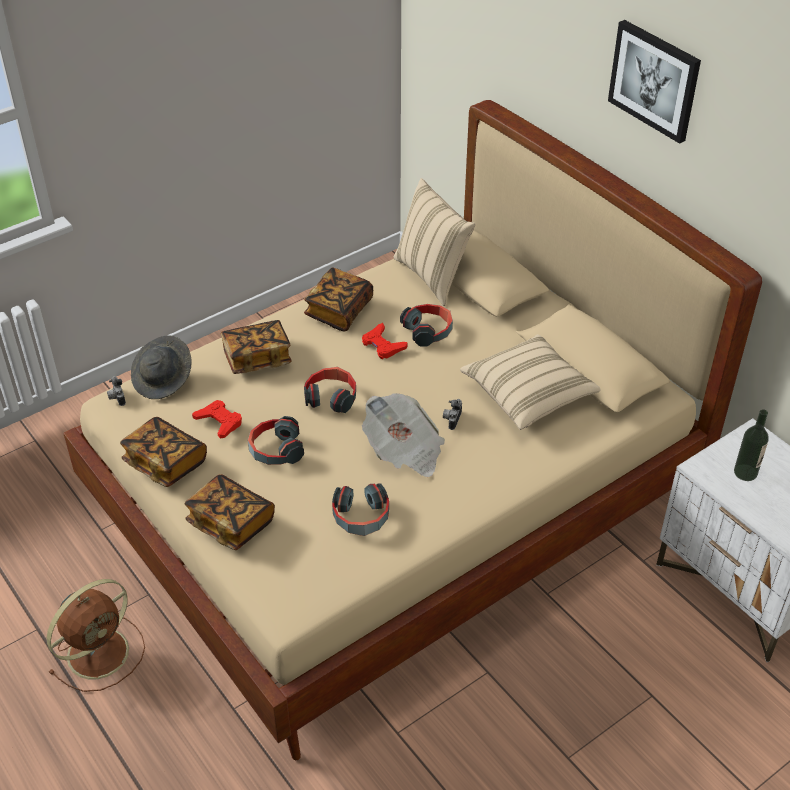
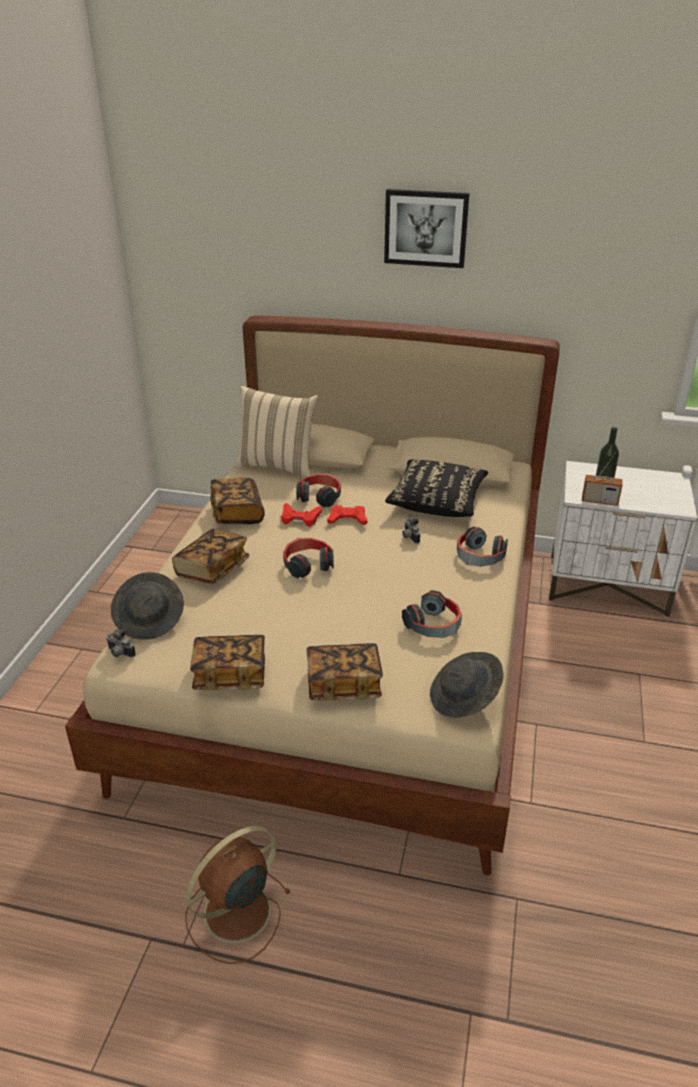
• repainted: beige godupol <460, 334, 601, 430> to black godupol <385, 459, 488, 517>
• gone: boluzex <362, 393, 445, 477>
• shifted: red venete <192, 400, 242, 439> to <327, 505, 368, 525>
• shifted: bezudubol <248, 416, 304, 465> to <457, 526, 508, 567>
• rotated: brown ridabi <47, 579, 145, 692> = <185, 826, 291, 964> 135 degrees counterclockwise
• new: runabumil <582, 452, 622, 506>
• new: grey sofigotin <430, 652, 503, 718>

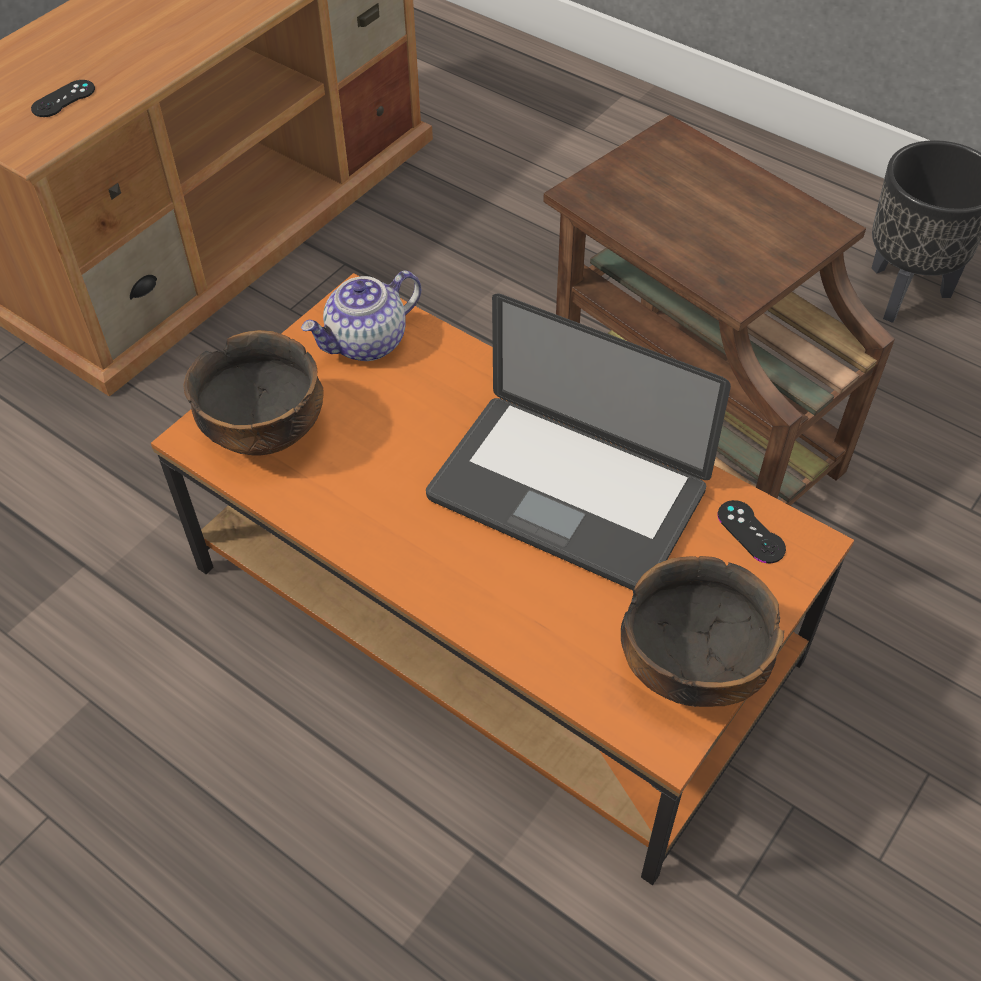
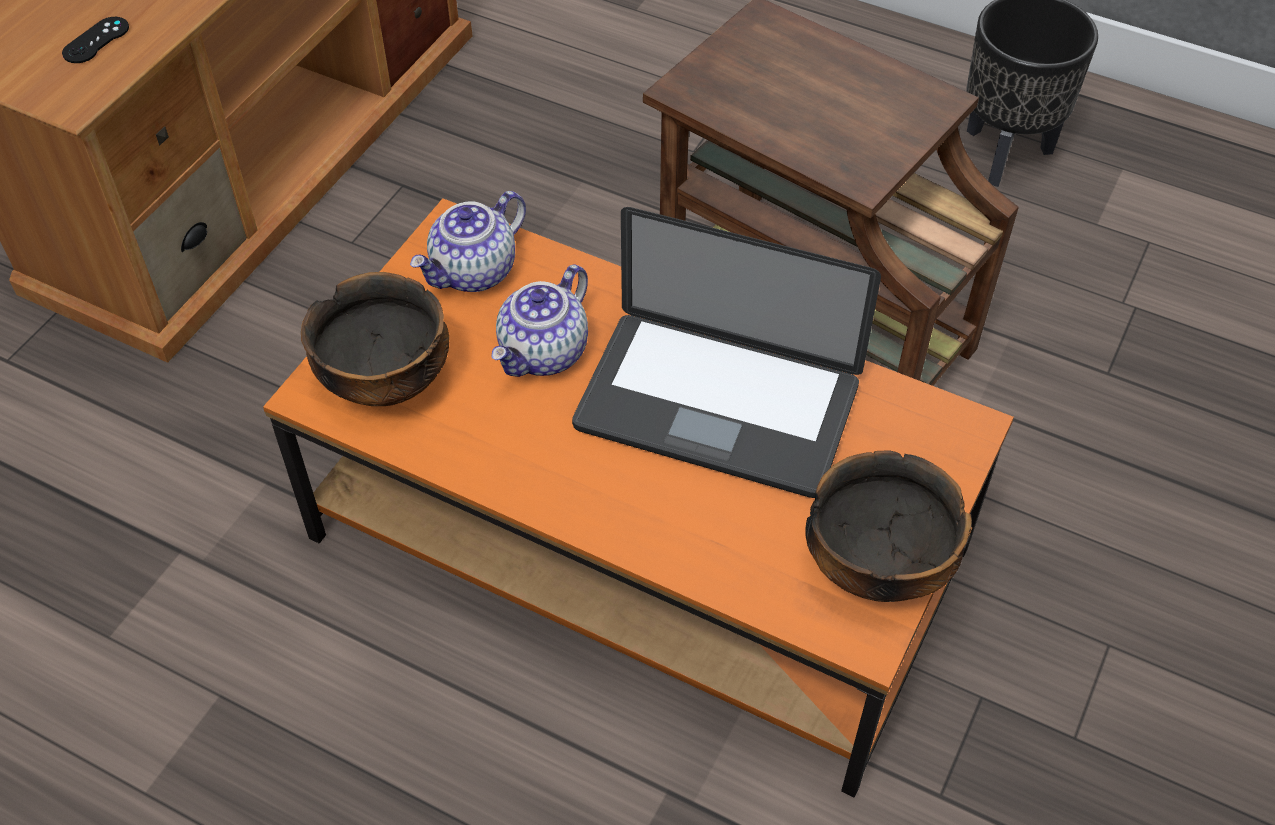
• gone: black venete <718, 500, 786, 563>
• new: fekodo <491, 265, 588, 377>

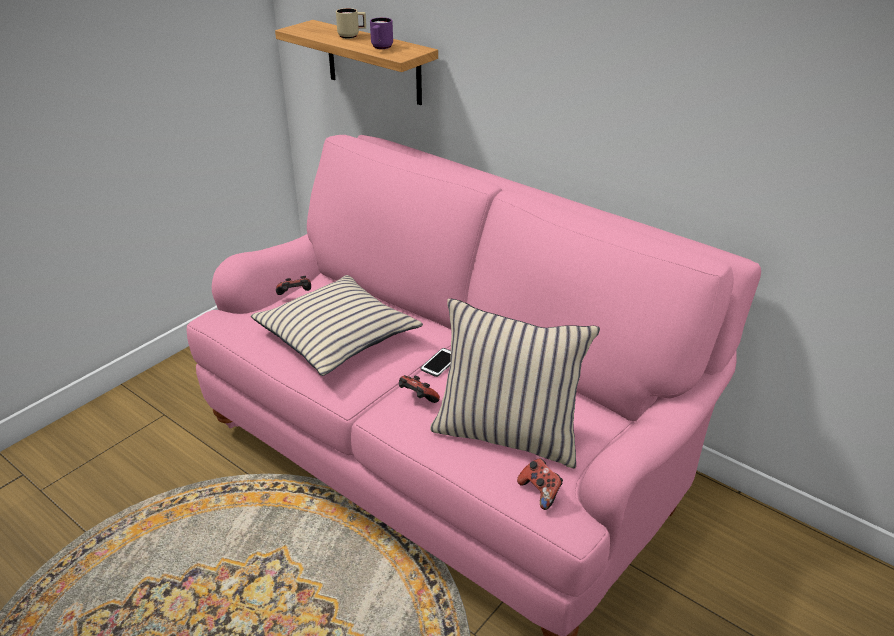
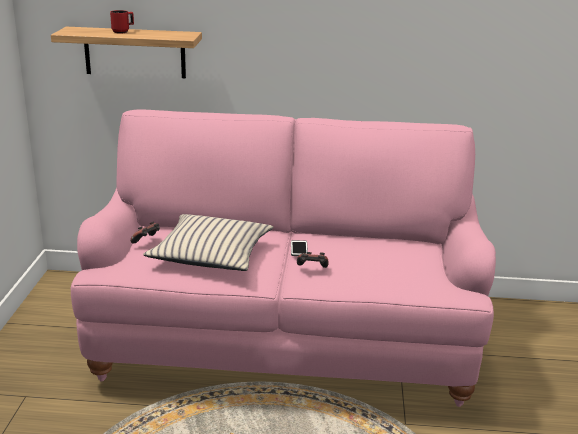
• repainted: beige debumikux <336, 8, 366, 39> to red debumikux <110, 10, 134, 34>
• gone: purple debumikux <370, 17, 393, 49>
• gone: beige godupol <430, 298, 600, 468>
• gone: venete <517, 458, 563, 510>

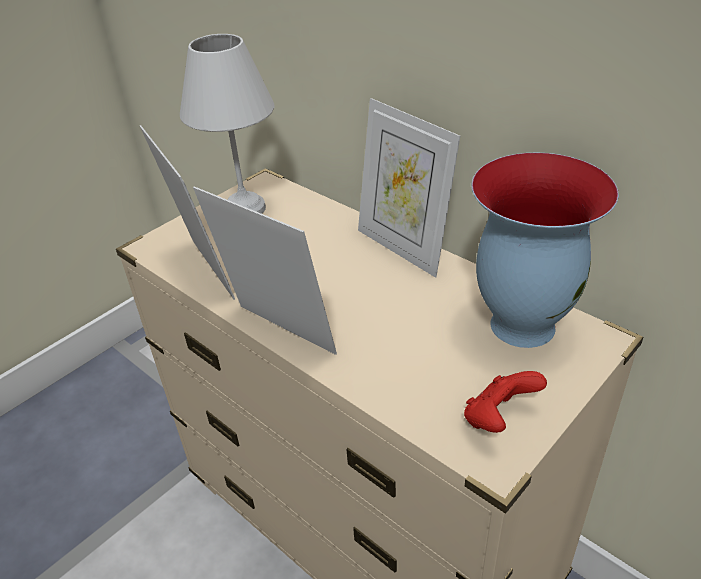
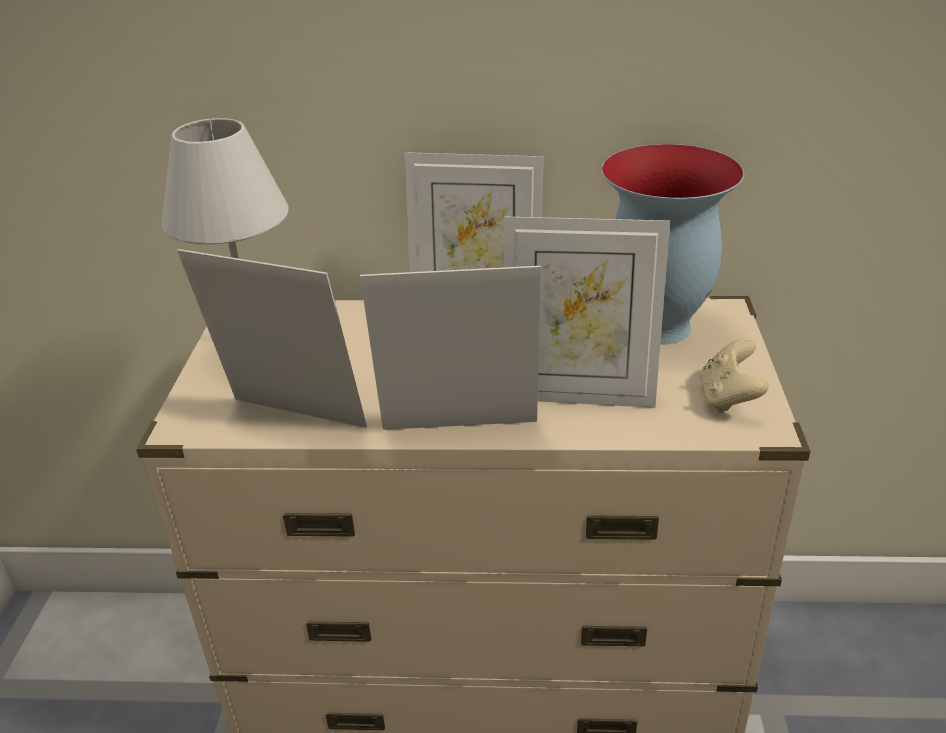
• repainted: red venete <464, 371, 547, 433> to beige venete <700, 338, 769, 414>
• new: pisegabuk <504, 216, 670, 408>

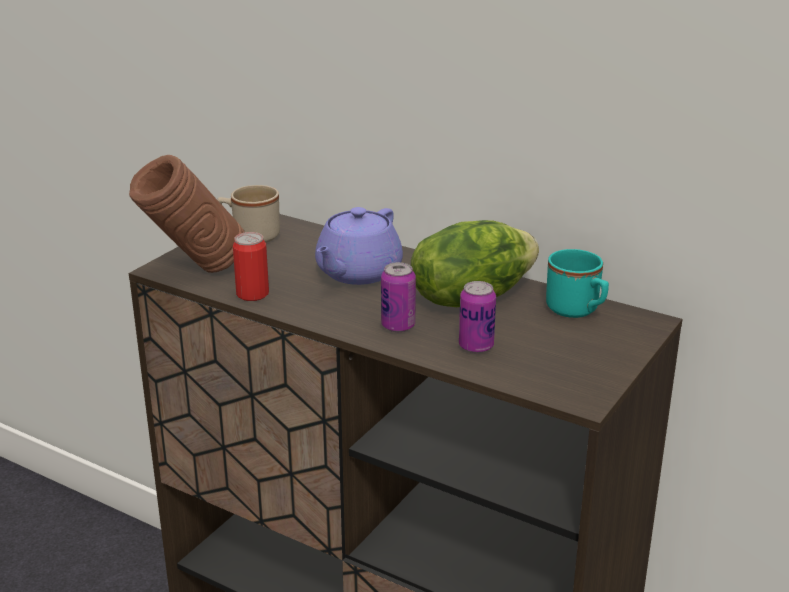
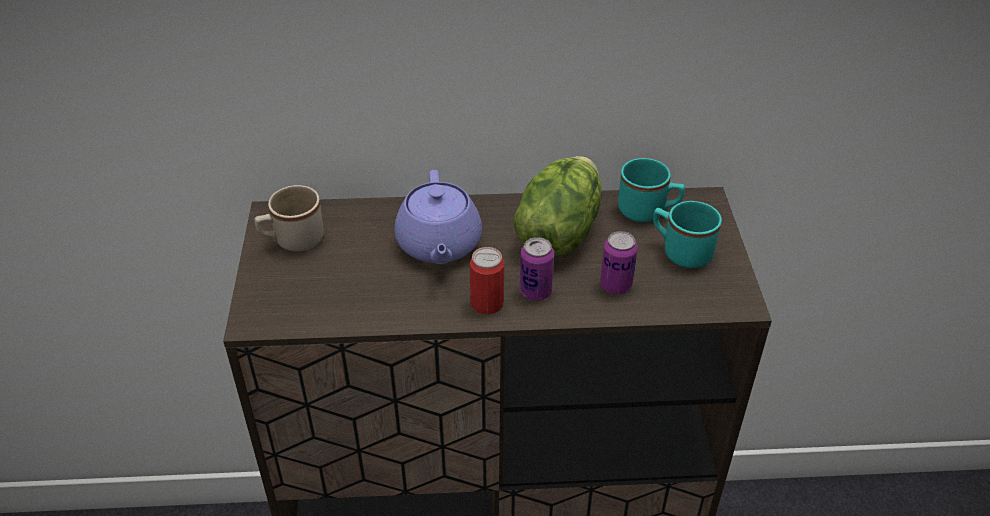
• gone: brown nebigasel <129, 155, 245, 273>
• shifted: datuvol <233, 232, 269, 301> to <470, 247, 504, 314>
• new: turquoise debumikux <653, 201, 722, 268>

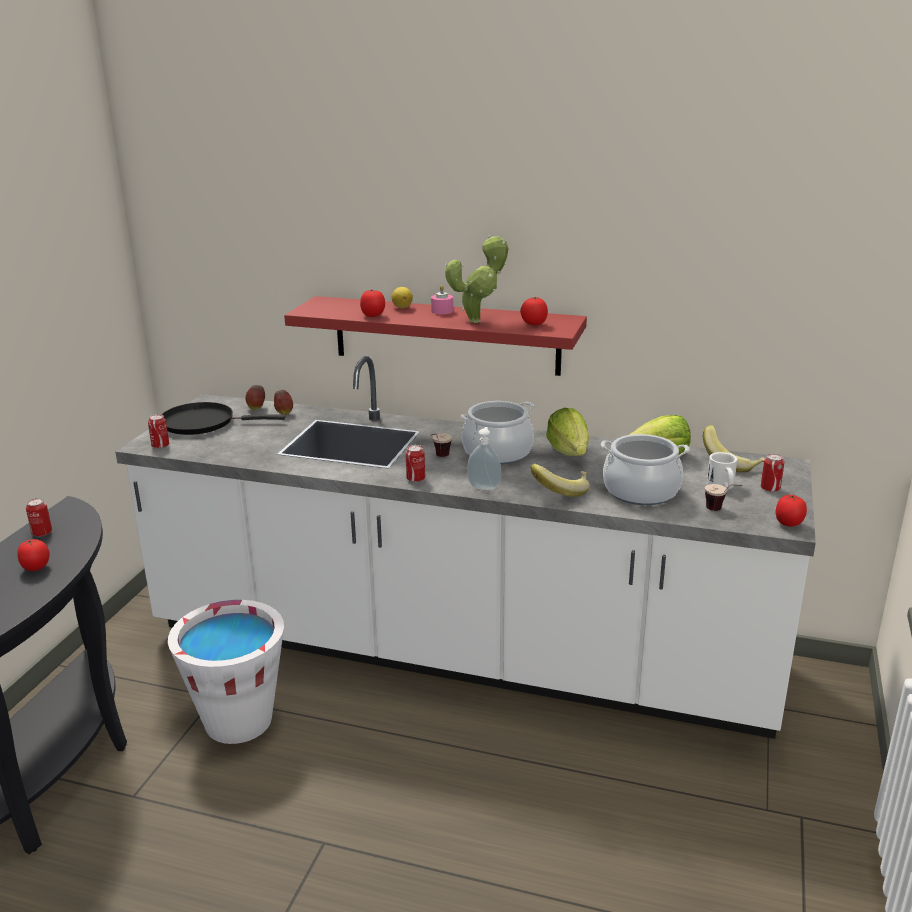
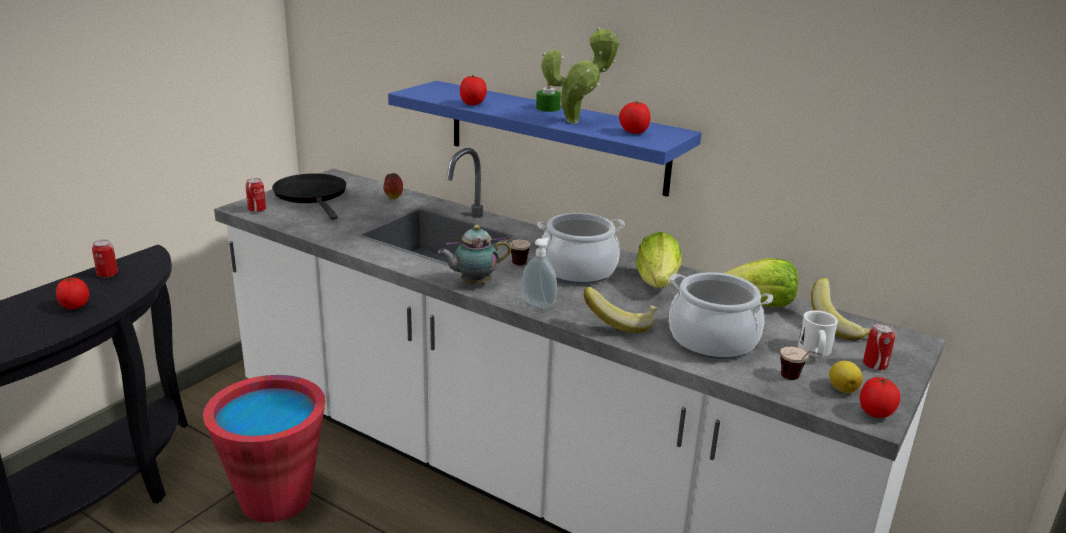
• repainted: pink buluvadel <431, 285, 453, 314> to green buluvadel <536, 82, 561, 112>
• shifted: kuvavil <392, 287, 413, 308> to <829, 361, 863, 393>
• repainted: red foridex <284, 296, 587, 376> to blue foridex <388, 81, 702, 197>
• gone: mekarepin <245, 385, 265, 410>
• rotated: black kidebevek <161, 402, 286, 435> = <272, 173, 346, 220> 45 degrees clockwise
• swapped: datuvol <406, 445, 425, 482> to fekodo <438, 225, 511, 284>
• repainted: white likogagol <168, 600, 284, 744> to red likogagol <203, 375, 326, 522>

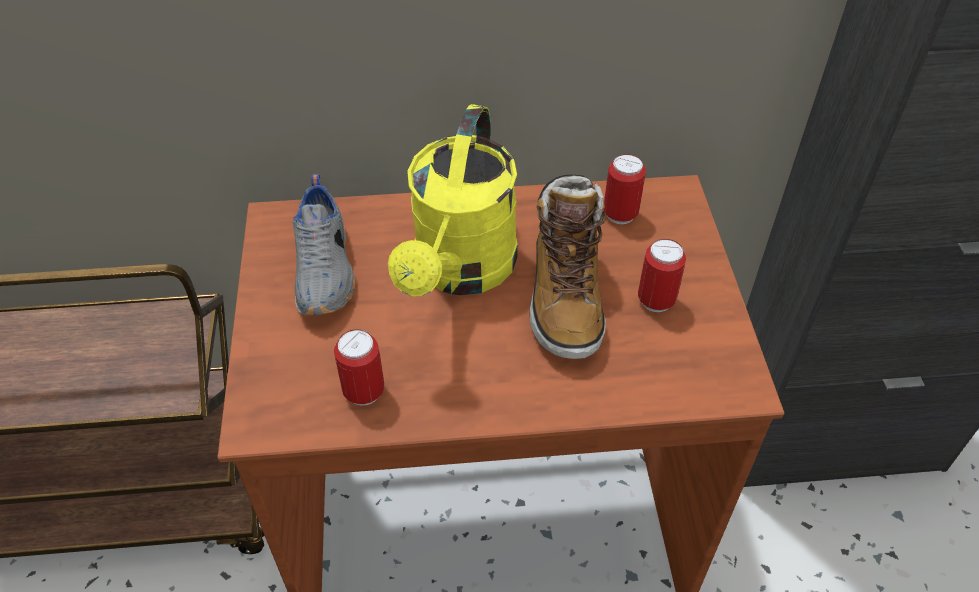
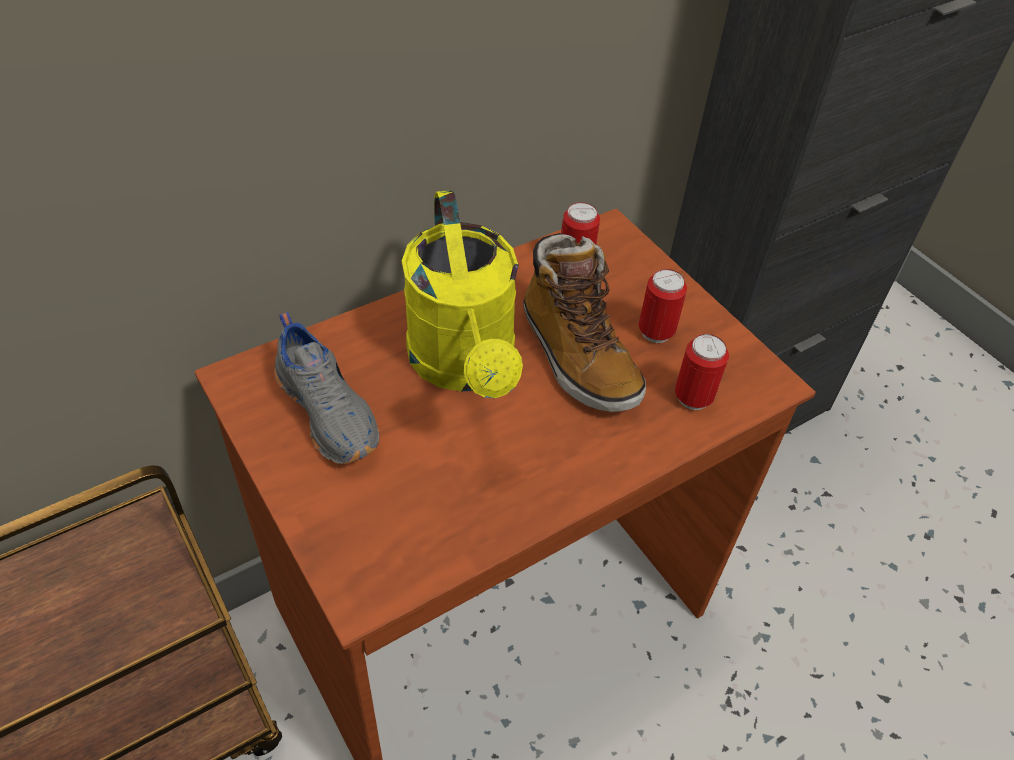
• shifted: datuvol <334, 329, 384, 406> to <675, 334, 729, 410>

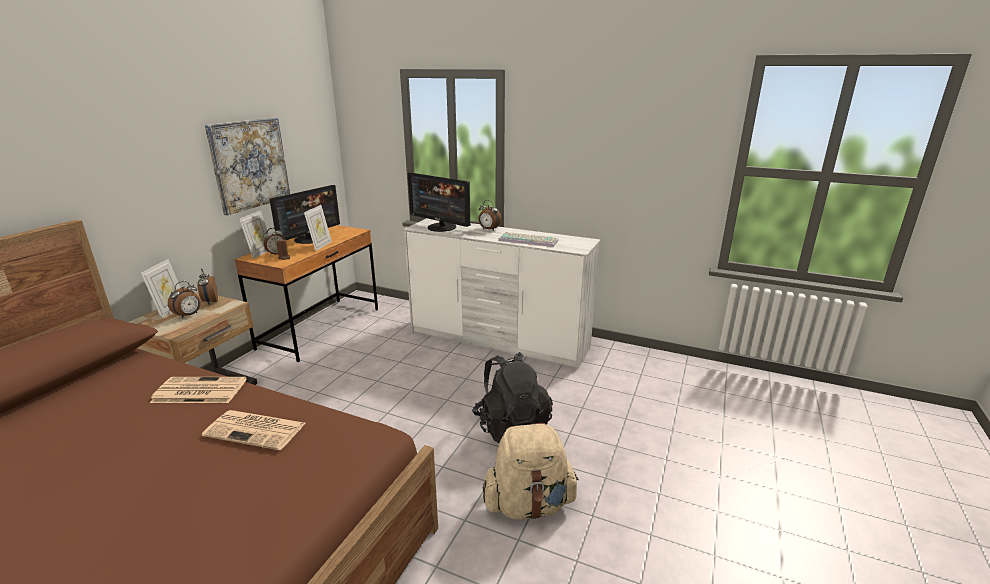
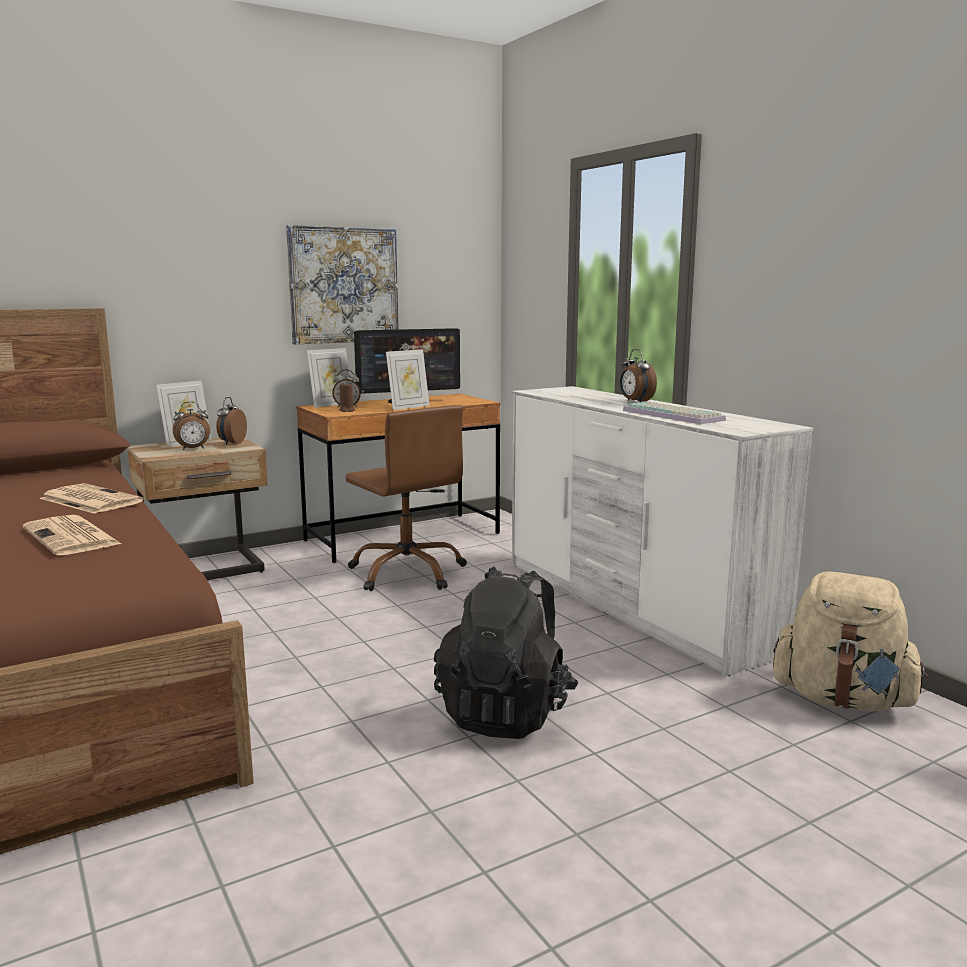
• gone: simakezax <408, 172, 471, 232>
• shifted: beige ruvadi <483, 423, 579, 520> to <773, 572, 928, 711>
• new: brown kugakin <346, 405, 467, 591>

